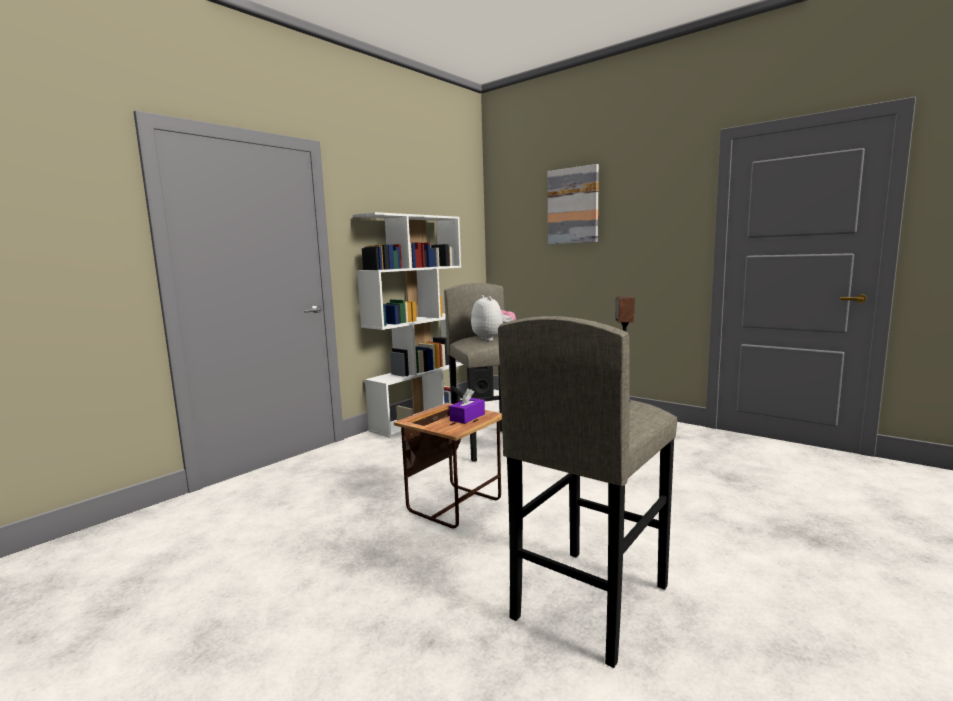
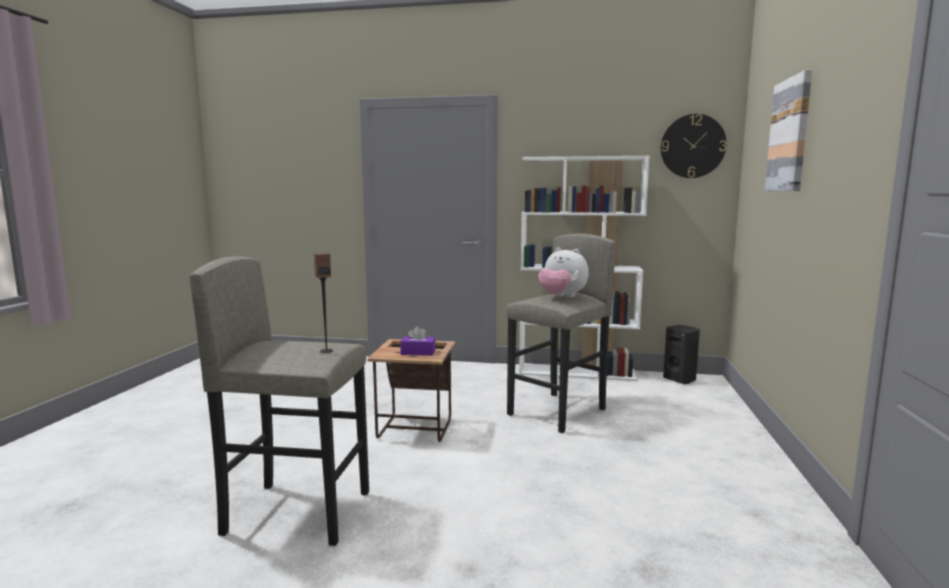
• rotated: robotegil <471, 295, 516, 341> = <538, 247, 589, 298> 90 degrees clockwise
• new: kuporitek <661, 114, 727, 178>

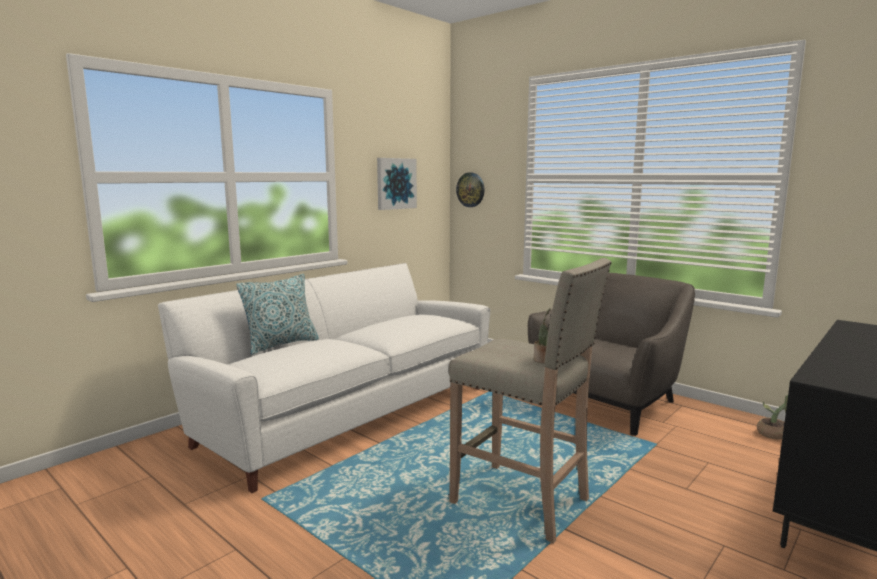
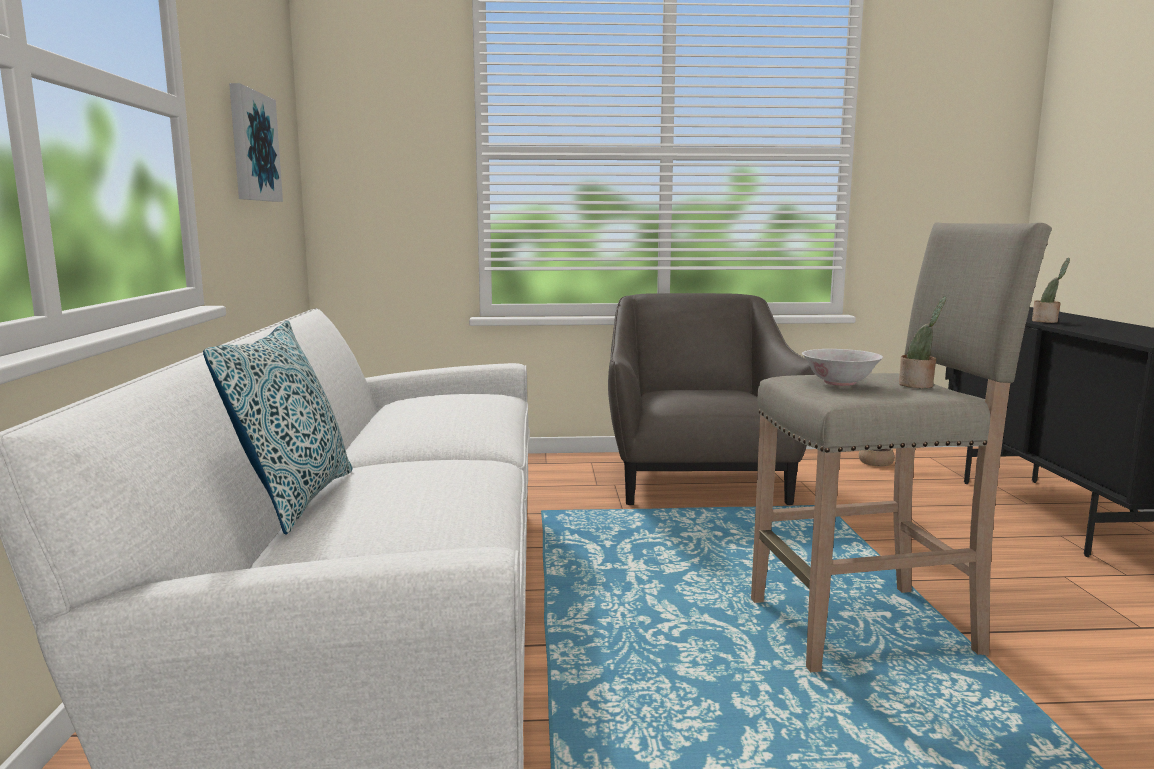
• gone: kuporitek <456, 173, 485, 207>
• new: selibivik <1032, 258, 1070, 323>
• new: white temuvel <802, 349, 883, 386>

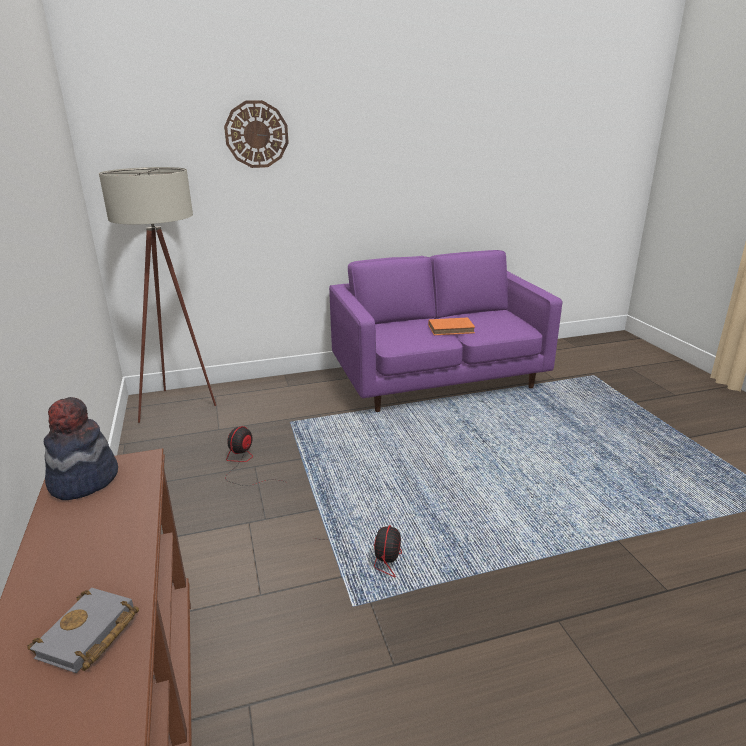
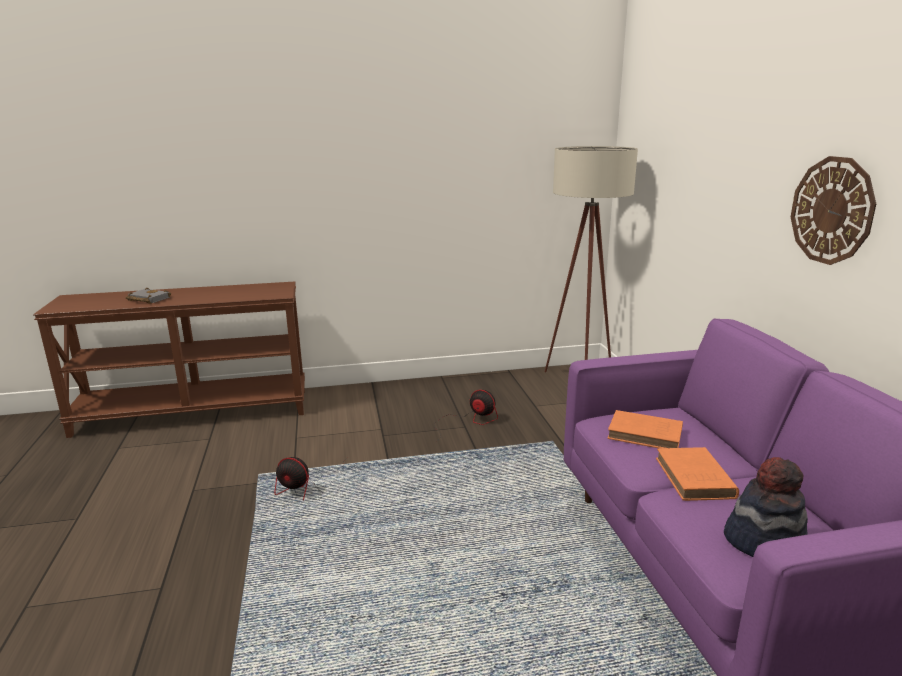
• shifted: kuporitek <224, 100, 289, 168> to <791, 156, 876, 265>
• shifted: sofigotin <44, 397, 118, 500> to <724, 457, 808, 557>
• new: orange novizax <607, 410, 683, 448>

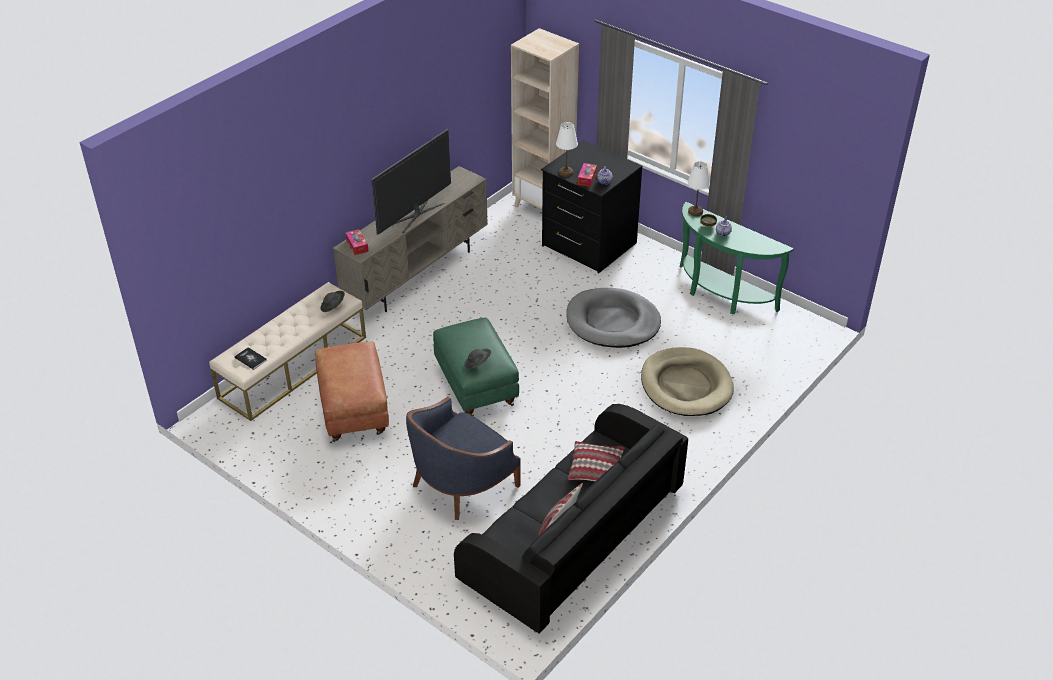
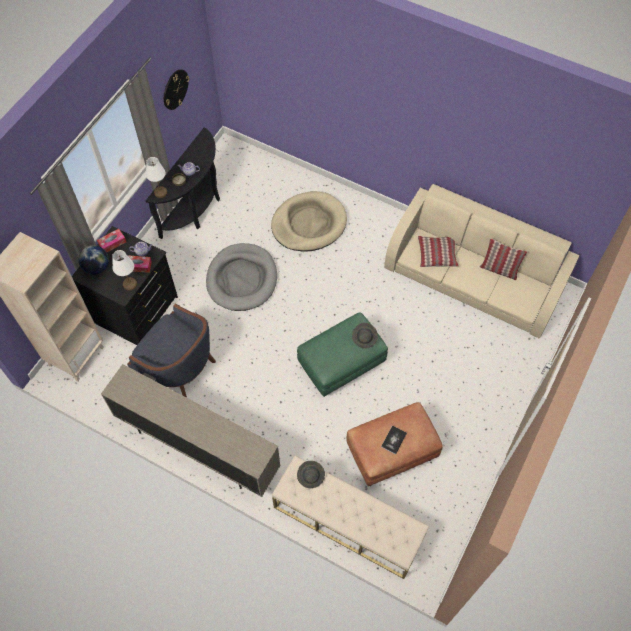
• gone: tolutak <371, 129, 451, 235>
• repainted: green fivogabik <679, 202, 794, 314> to black fivogabik <146, 128, 220, 239>
• shifted: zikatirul <345, 229, 369, 255> to <97, 229, 126, 252>
• shifted: novizax <234, 347, 267, 370> to <381, 425, 407, 454>
• shifted: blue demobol <406, 397, 521, 520> to <127, 304, 216, 398>
• repainted: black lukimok <454, 404, 688, 633> to beige lukimok <384, 184, 580, 339>
• new: kuporitek <164, 69, 189, 110>
• new: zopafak <79, 245, 109, 274>

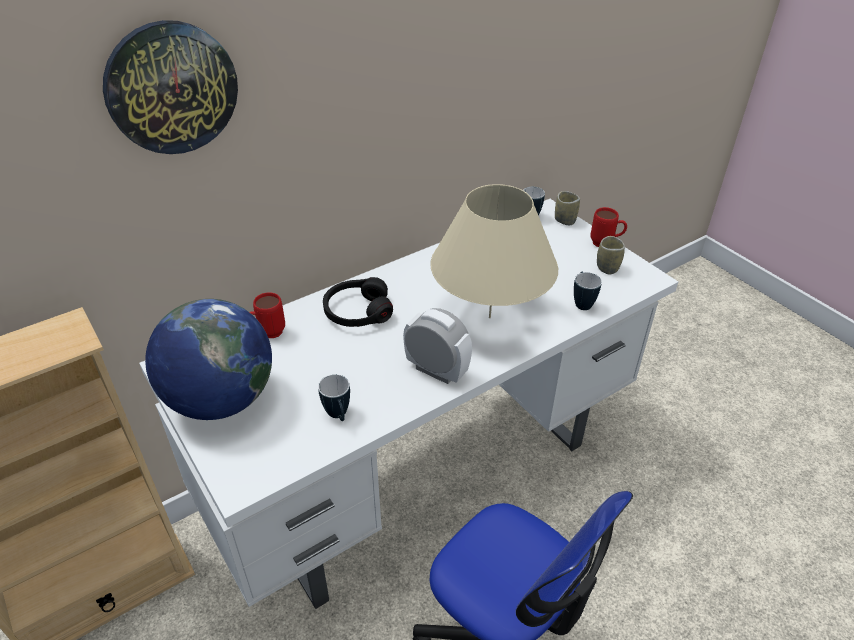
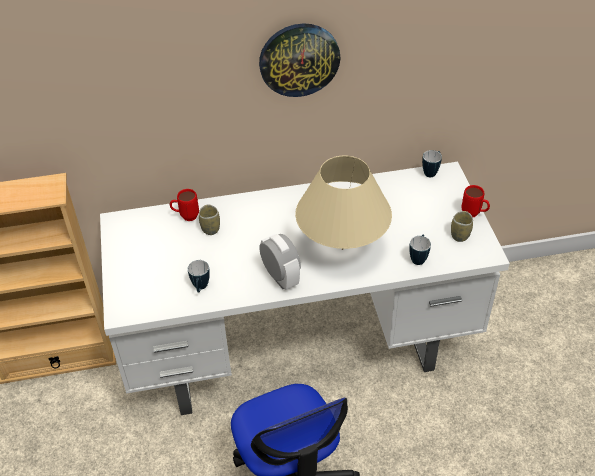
• shifted: kuporitek <103, 20, 238, 154> to <259, 24, 340, 97>
• shifted: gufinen <555, 191, 580, 225> to <199, 205, 220, 235>
• gone: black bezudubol <323, 277, 393, 327>
• gone: zopafak <145, 299, 272, 420>

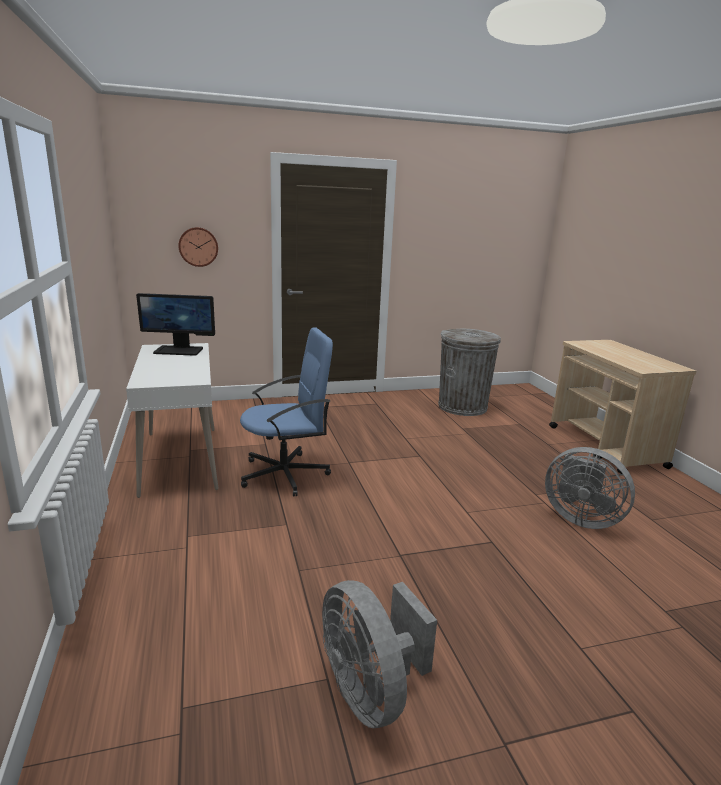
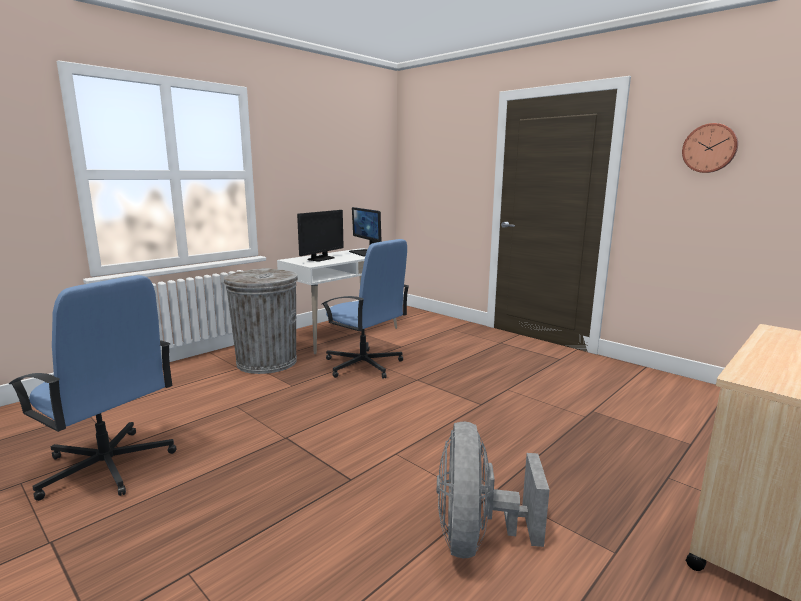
• shifted: kuporitek <179, 227, 218, 267> to <682, 123, 738, 173>
• shifted: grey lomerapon <438, 329, 501, 416> to <224, 268, 298, 374>
• swapped: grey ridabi <322, 580, 437, 728> to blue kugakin <9, 275, 176, 501>
• new: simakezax <297, 210, 344, 261>

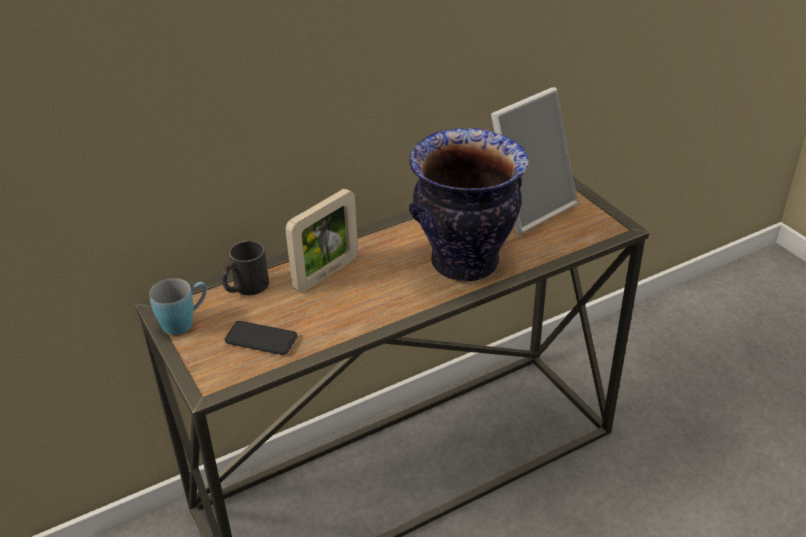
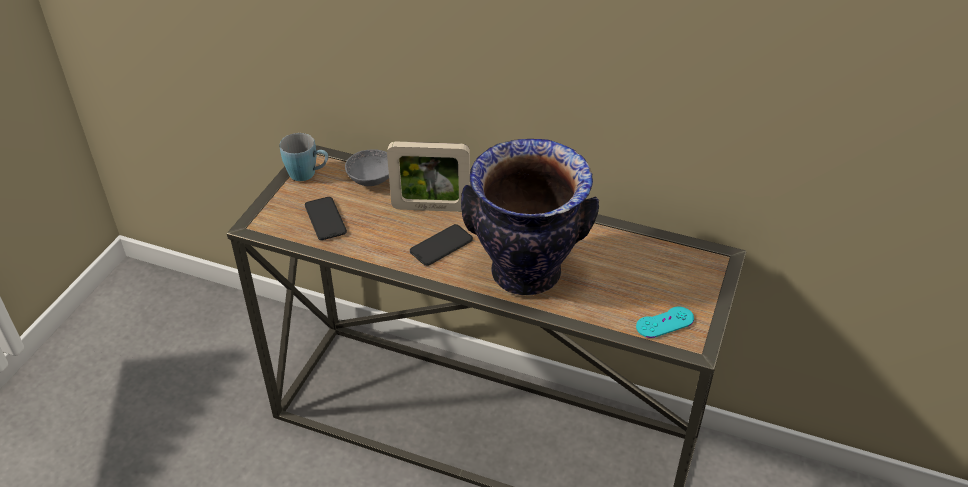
• gone: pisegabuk <491, 87, 578, 233>
• swapped: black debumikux <221, 241, 269, 295> to grey temuvel <345, 149, 389, 186>
• new: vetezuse <410, 224, 473, 266>
• new: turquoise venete <636, 307, 694, 338>

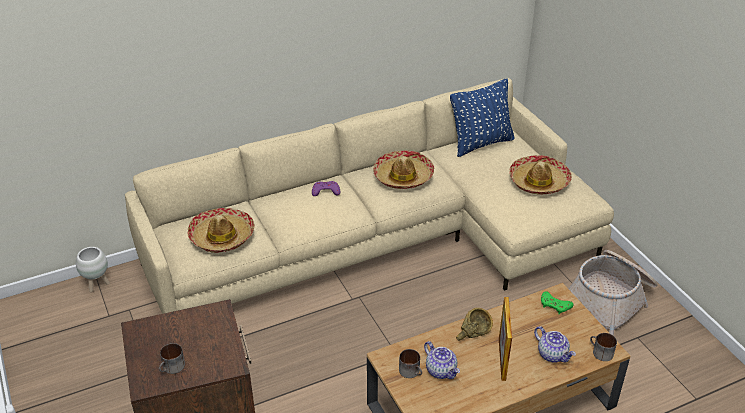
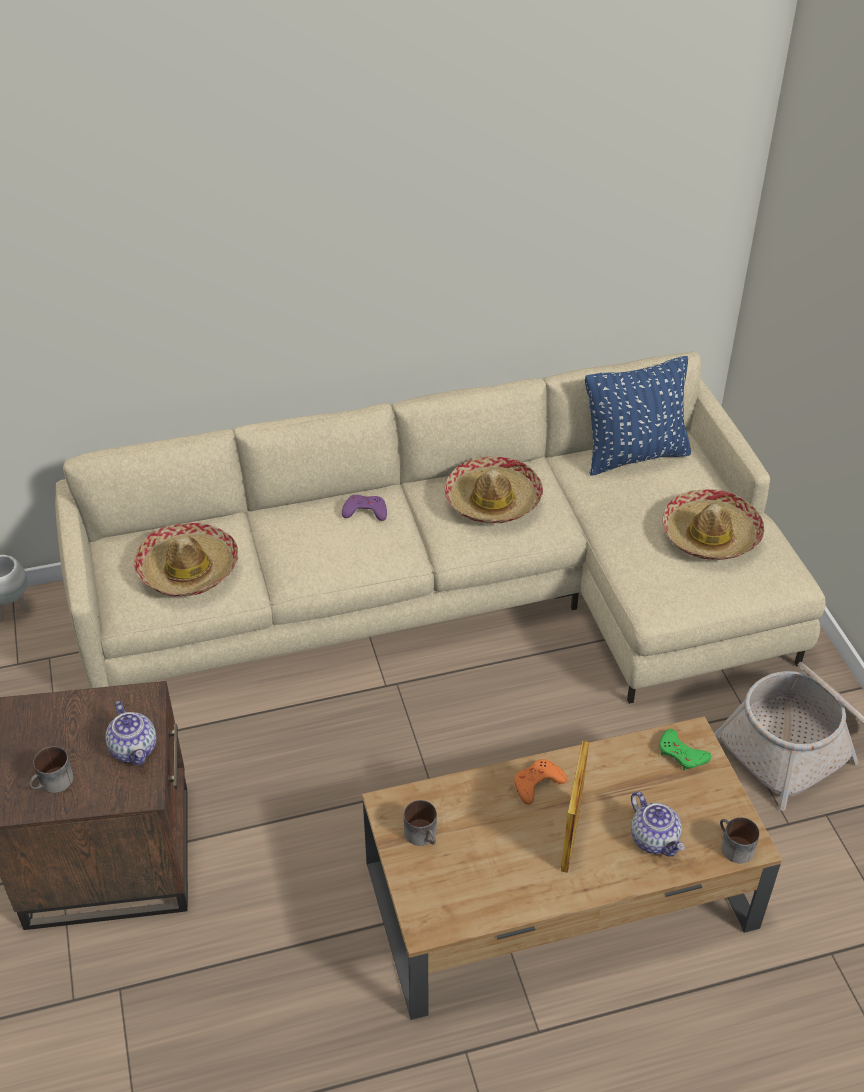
• swapped: brown temuvel <456, 308, 493, 341> to orange venete <514, 759, 567, 805>
• shifted: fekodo <424, 341, 460, 379> to <105, 701, 156, 765>

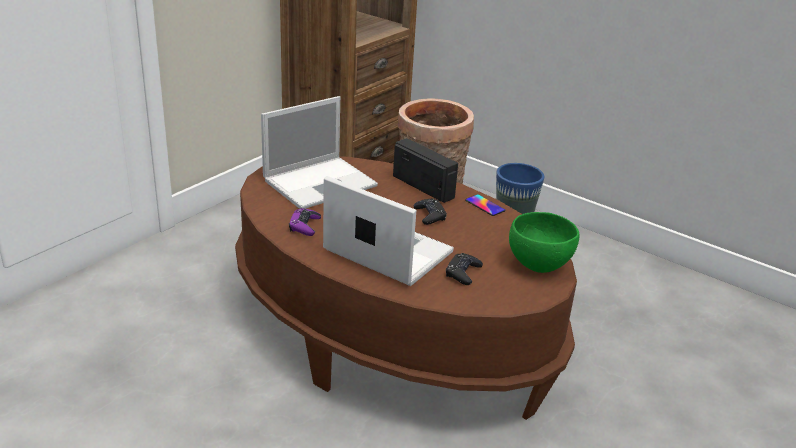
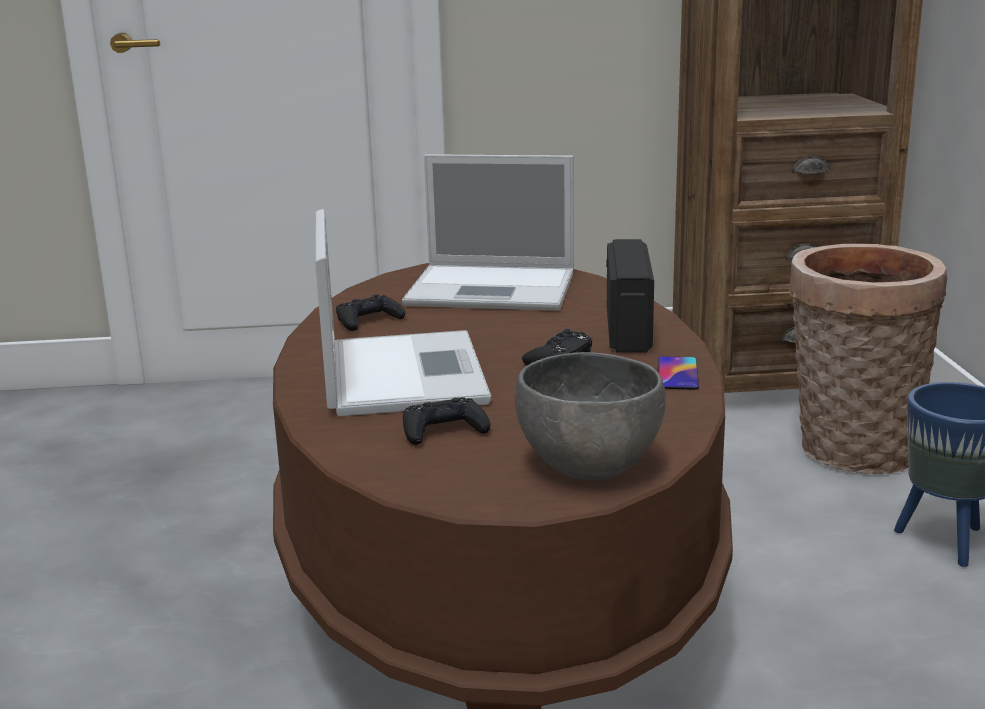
• repainted: purple venete <289, 208, 321, 236> to black venete <336, 294, 406, 331>
• repainted: green temuvel <509, 212, 579, 273> to grey temuvel <515, 352, 666, 481>

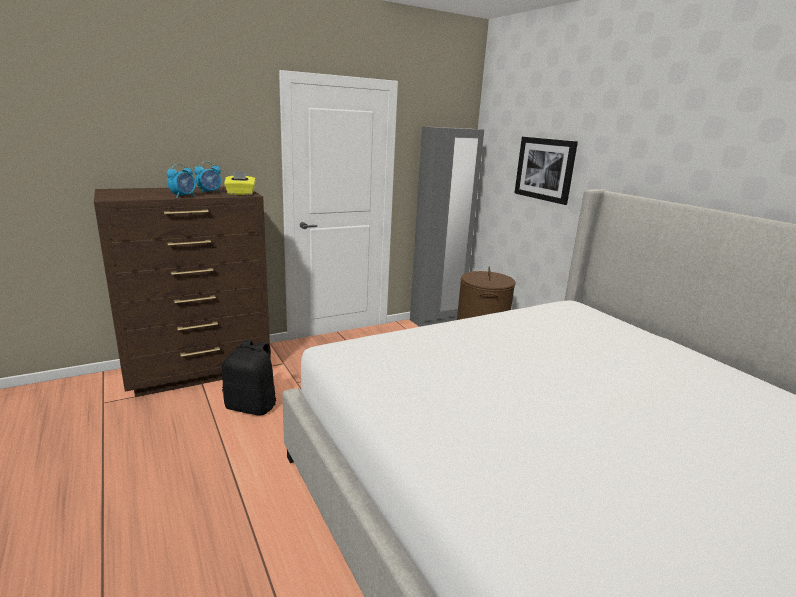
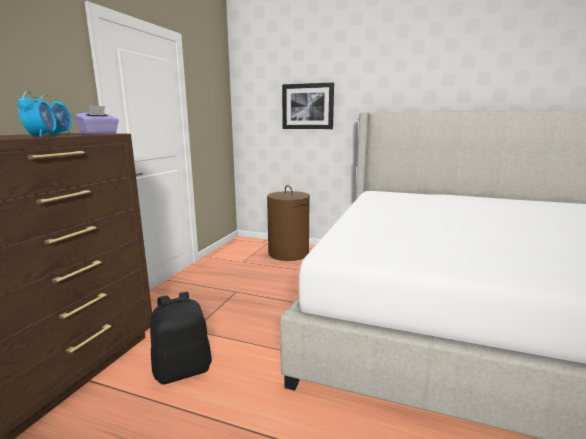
• gone: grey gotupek <410, 126, 484, 327>
• repainted: yellow zikatirul <224, 171, 256, 195> to purple zikatirul <74, 105, 119, 134>

